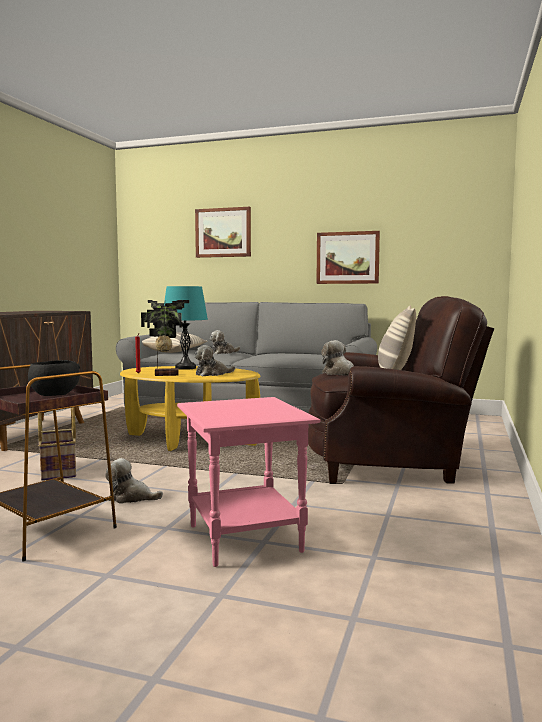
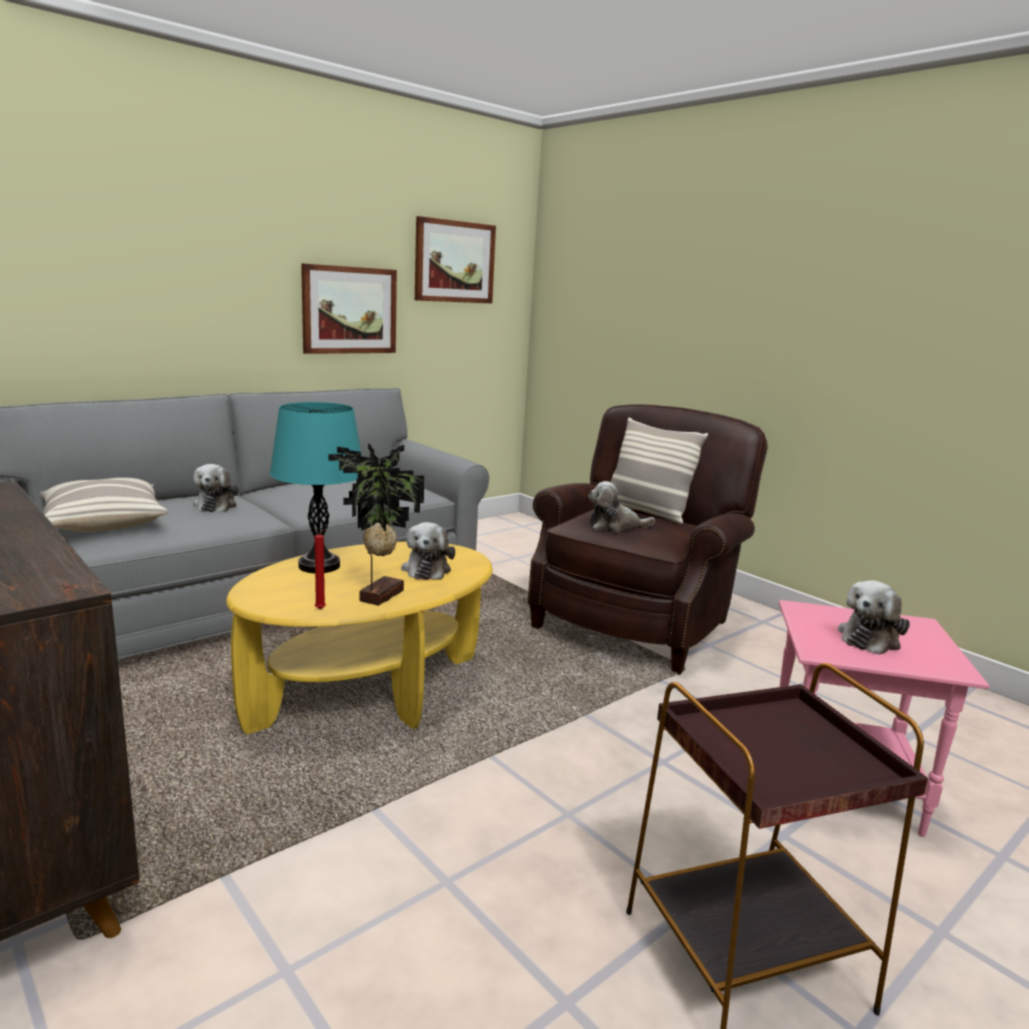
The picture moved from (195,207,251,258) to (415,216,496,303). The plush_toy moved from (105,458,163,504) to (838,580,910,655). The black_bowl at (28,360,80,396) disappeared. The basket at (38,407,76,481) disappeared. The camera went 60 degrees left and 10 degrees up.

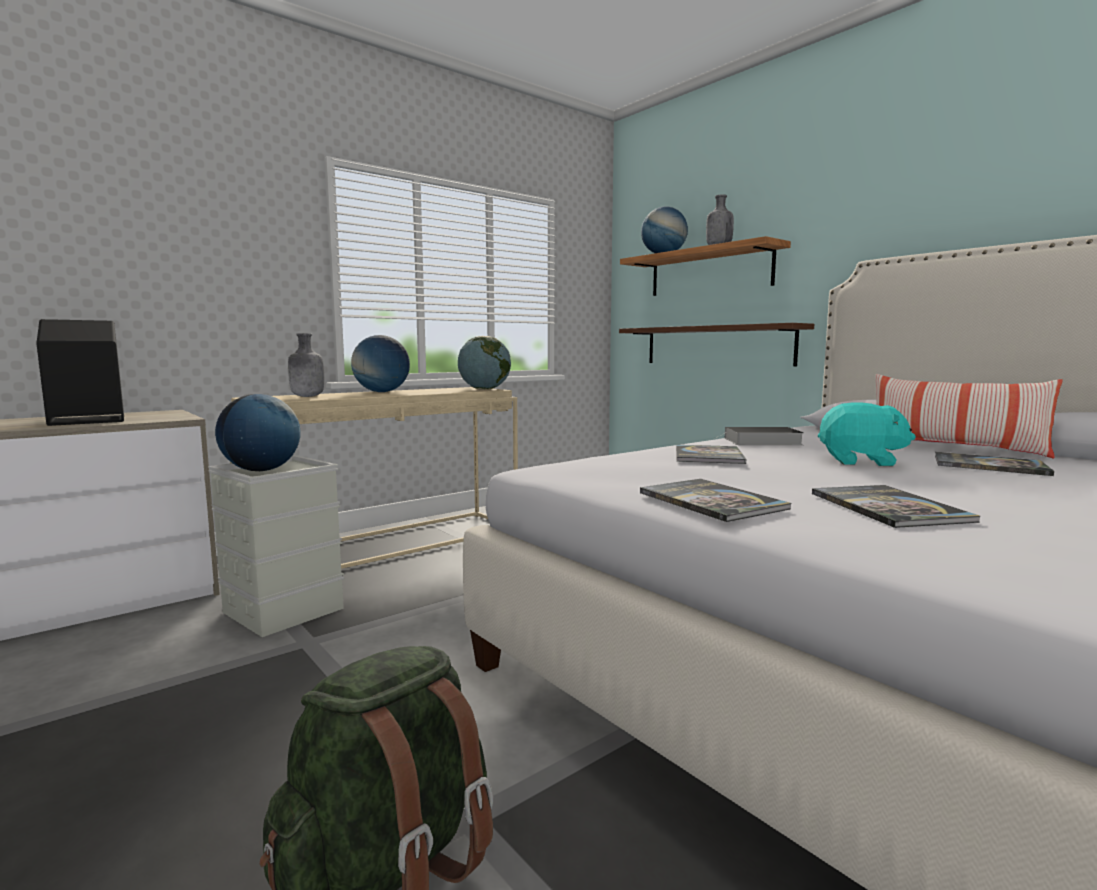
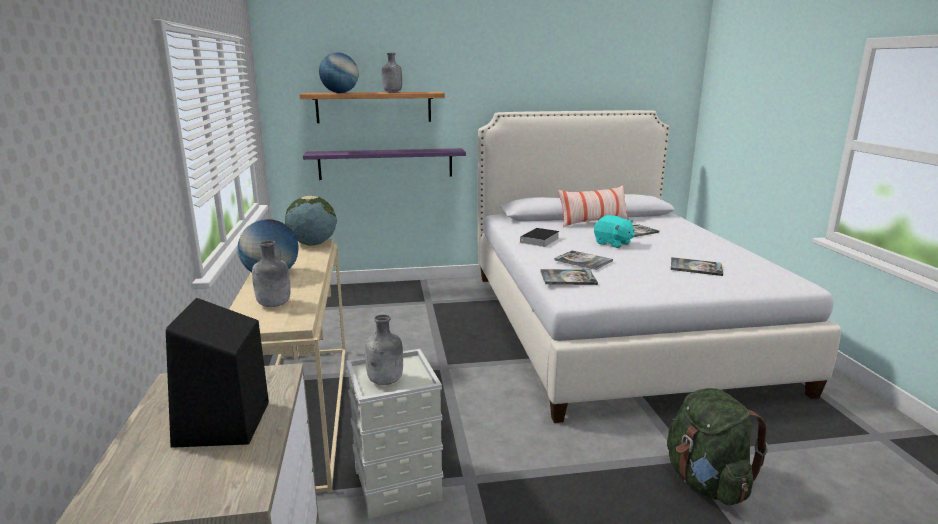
The brown_shelf at (619,323,814,366) became the purple_shelf at (303,148,466,180). The globe at (215,394,301,471) was replaced by the grey_bottle at (365,314,403,385). The book moved from (640,479,791,522) to (540,269,598,285). The turquoise_plush_toy at (818,402,916,467) turned 90 degrees clockwise. The camera went 60 degrees left and 10 degrees up.

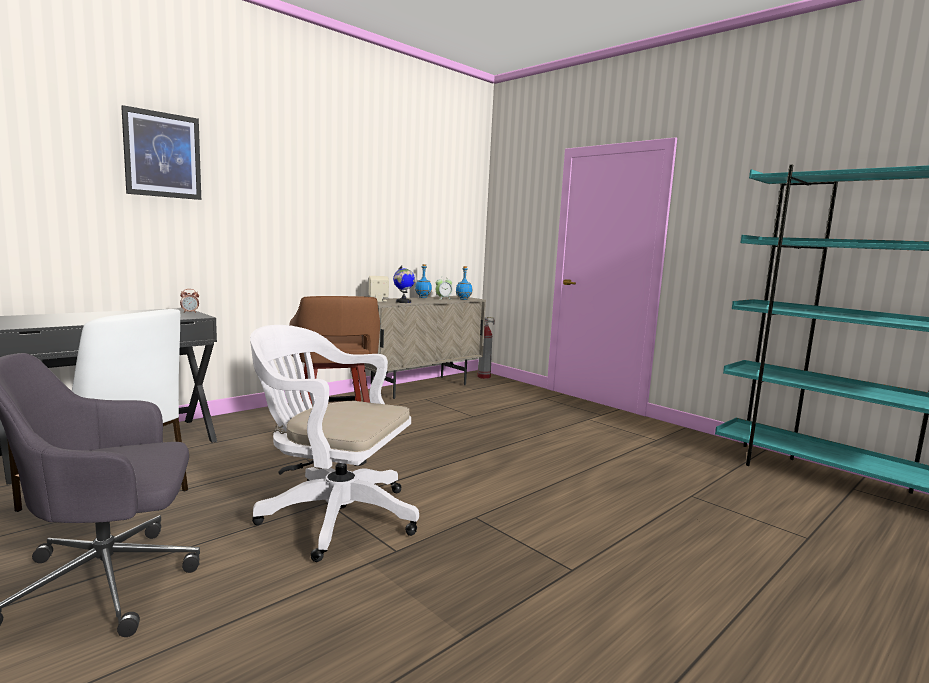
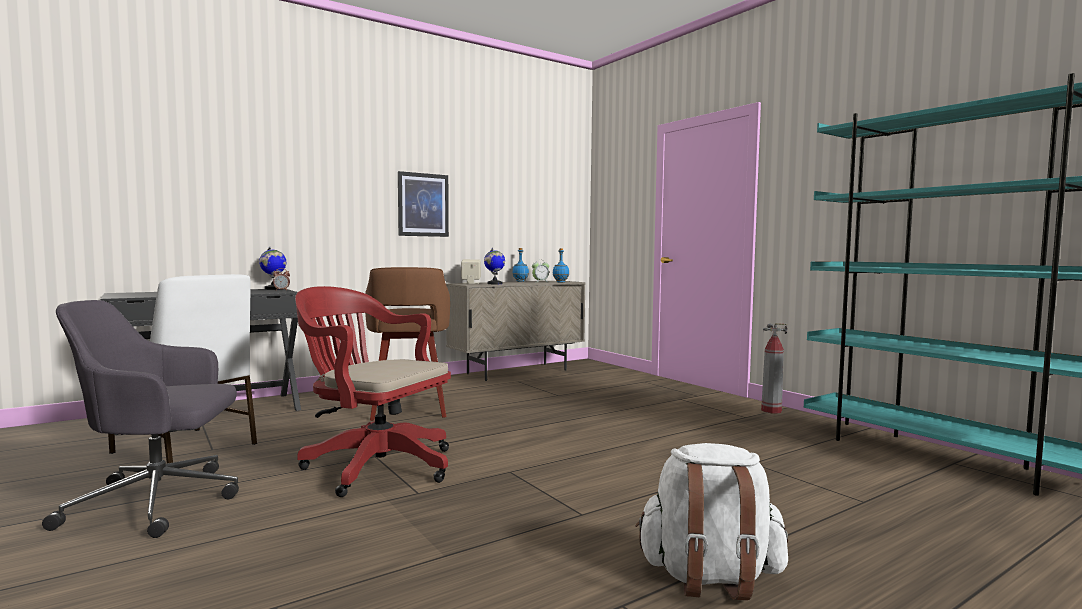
The globe at (259,247,287,290) appeared. The white_office_chair at (250,325,419,562) became the red_office_chair at (295,286,451,497). The picture moved from (121,105,201,200) to (398,171,449,237). The white_backpack at (635,443,788,600) appeared. The fire_extinguisher moved from (477,317,495,379) to (761,323,787,414). The camera went 10 degrees right and 5 degrees down.

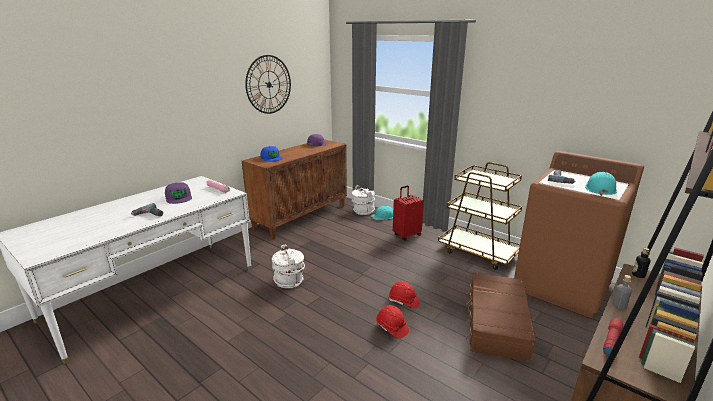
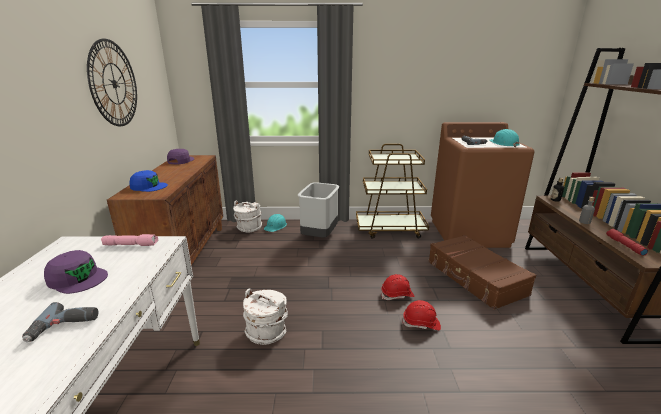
The red_suitcase at (393,185,424,241) was replaced by the grey_trash_can at (298,182,339,238). The camera went 40 degrees left and 0 degrees up.

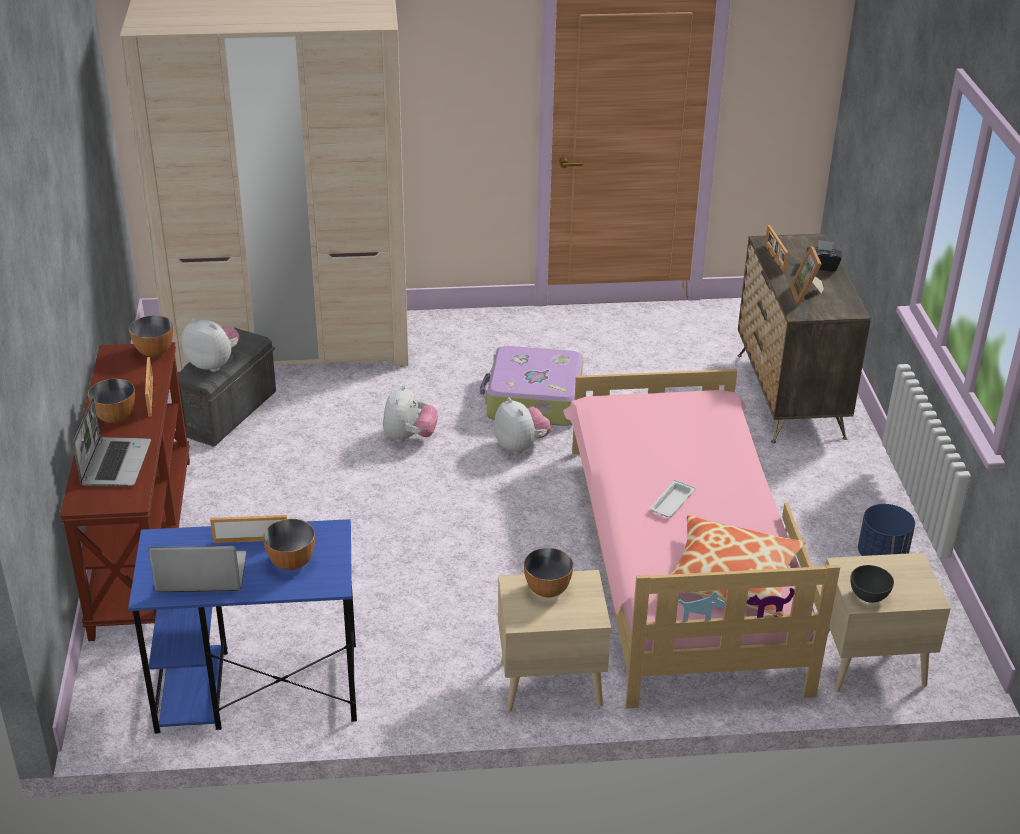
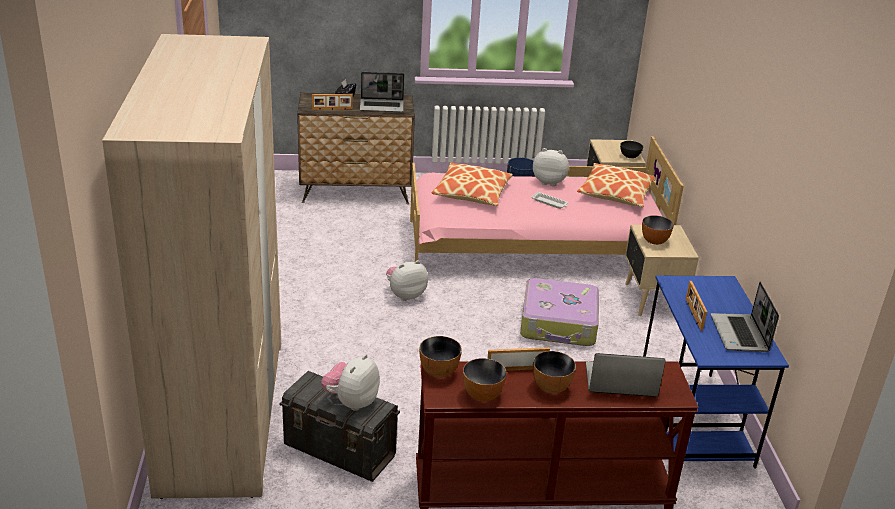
The picture_frame at (790,246,824,304) was replaced by the laptop at (360,72,404,112). The pillow at (432,163,513,206) appeared. The bowl moved from (263,519,315,570) to (463,358,507,402). The suitcase moved from (480,346,583,426) to (520,278,599,346). The plush_toy moved from (383,385,438,443) to (533,148,569,186). The camera went 90 degrees left and 5 degrees down.

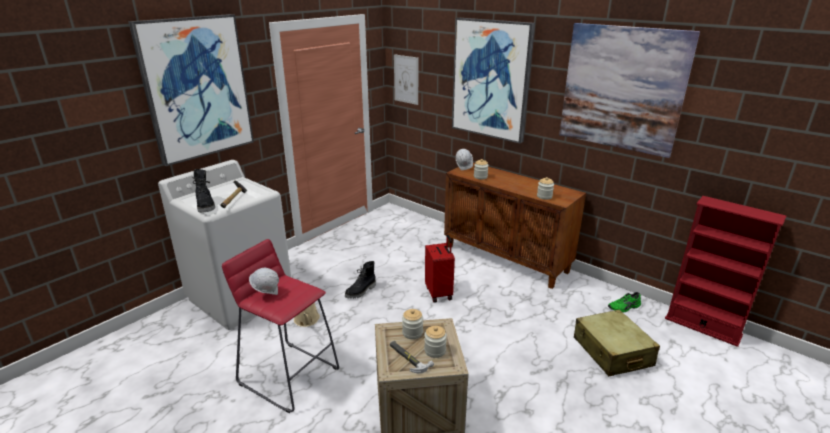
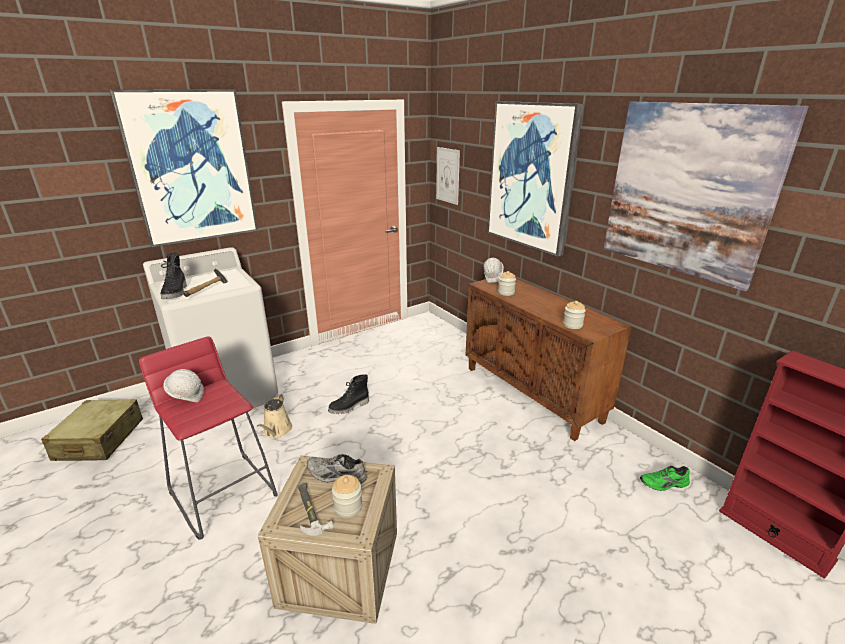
The beige_suitcase moved from (574,309,660,376) to (41,399,143,461). The jar at (402,309,423,339) was replaced by the grey_shoe at (307,454,367,484). The red_suitcase at (425,235,455,303) disappeared. The camera went 15 degrees right and 0 degrees up.

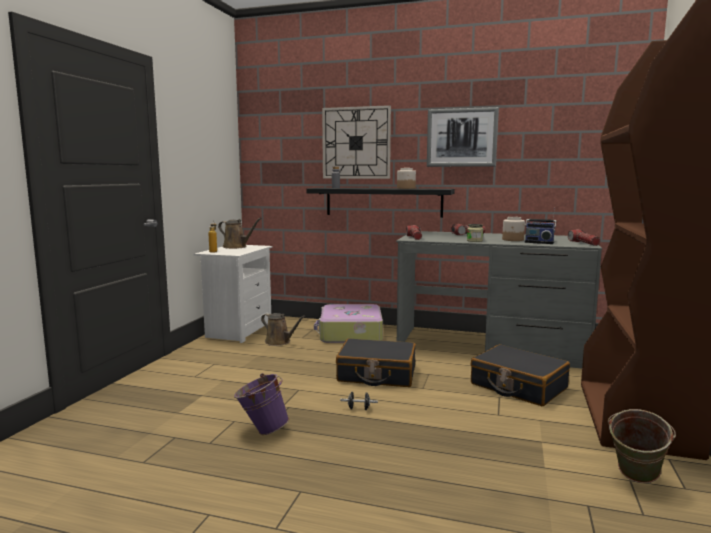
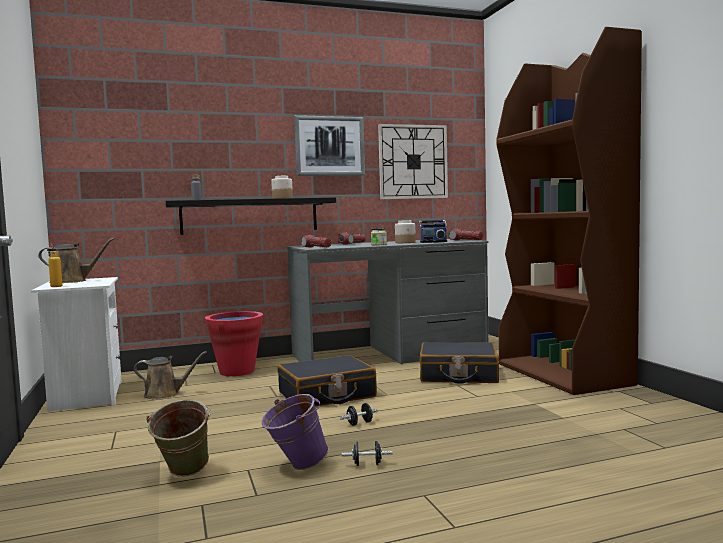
The green_bucket moved from (608,409,676,483) to (146,399,211,477). The suitcase at (314,304,383,343) was replaced by the red_bucket at (205,311,263,376). The black_dumbbell at (342,441,393,466) appeared. The wall_clock moved from (322,105,391,179) to (378,124,448,199). The camera went 35 degrees left and 5 degrees down.

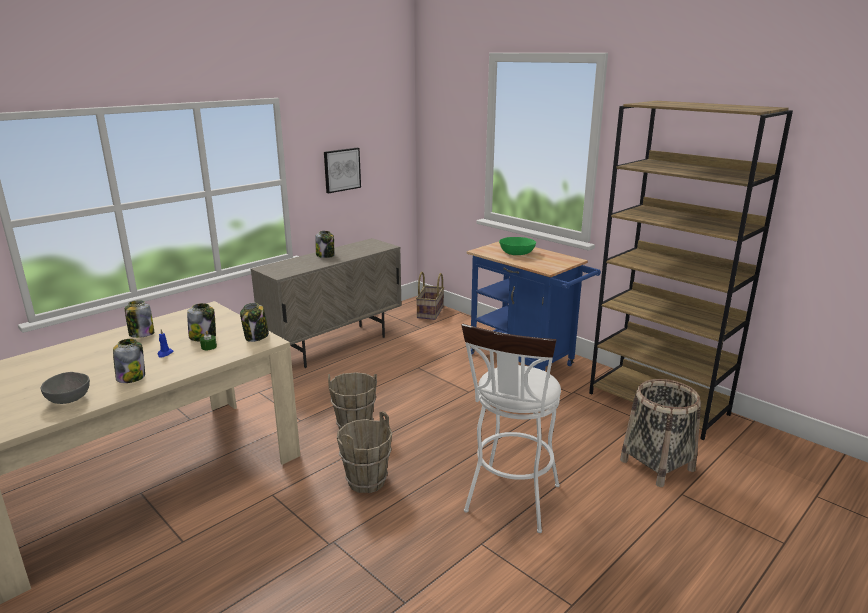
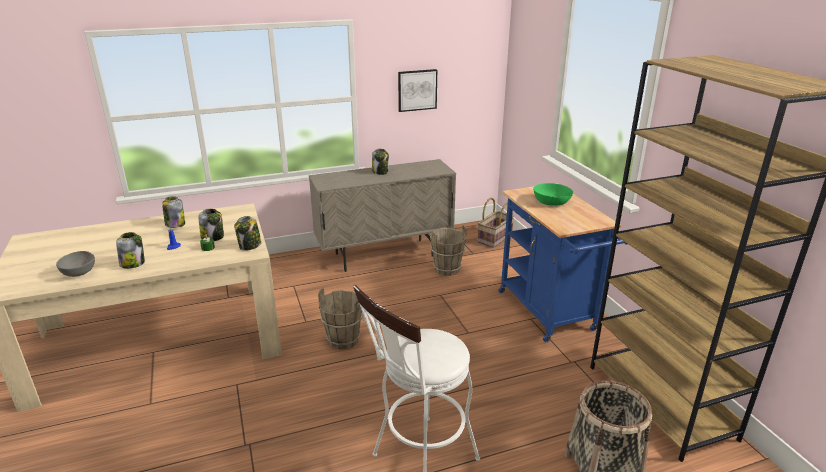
The brown_bucket moved from (337,411,392,493) to (430,225,467,276). The camera went 25 degrees right and 5 degrees up.

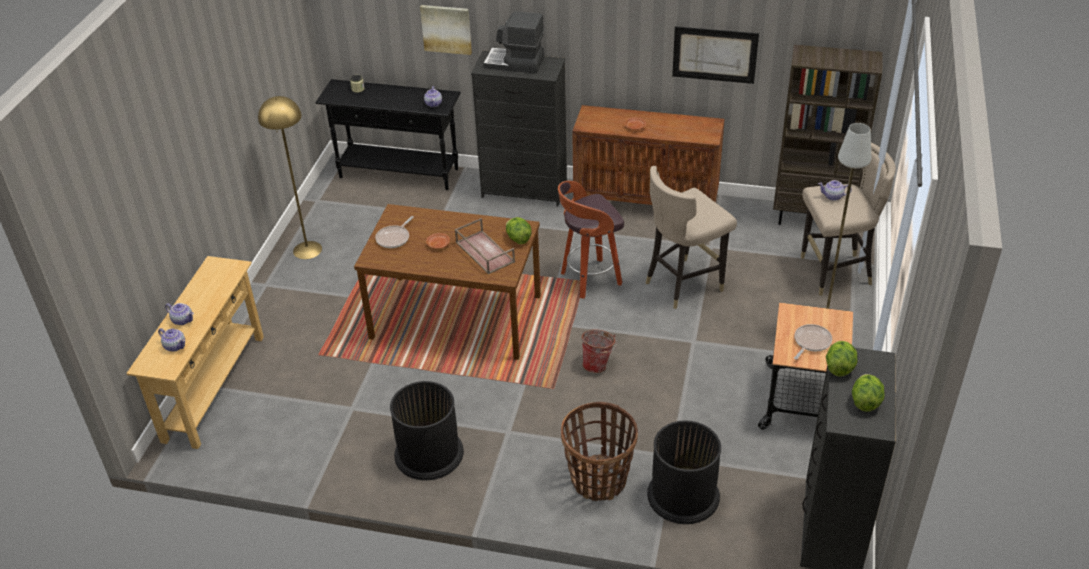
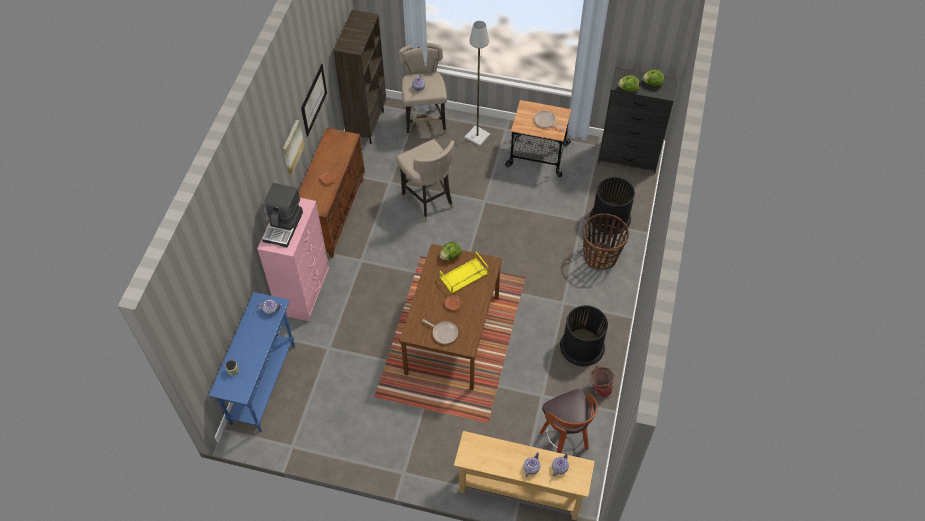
The black_console_table at (315,79,461,190) became the blue_console_table at (209,292,295,432). The black_dresser at (471,51,567,207) became the pink_dresser at (257,198,330,321). The picture moved from (420,5,472,55) to (283,120,305,175). The brown_tray at (455,218,515,275) became the yellow_tray at (440,252,489,294). The stool moved from (558,181,624,299) to (539,389,597,453). The bucket moved from (582,329,617,373) to (590,366,616,397). The yellow_floor_lamp at (258,96,322,259) disappeared. The camera went 90 degrees left and 15 degrees up.

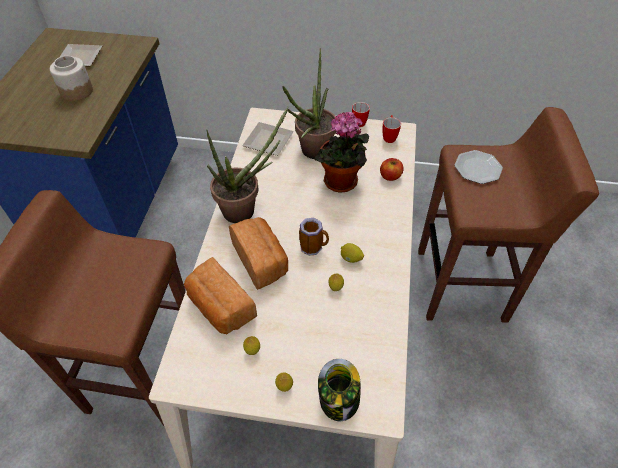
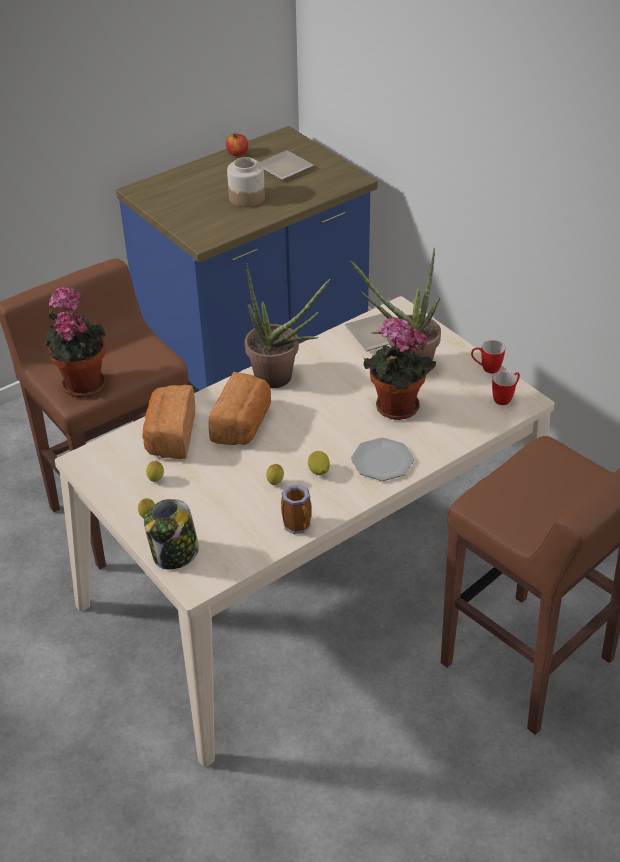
The potted_plant at (43,286,106,398) appeared. The apple moved from (380,158,403,181) to (226,134,248,156). The mug moved from (299,218,329,256) to (281,484,312,534). The plate moved from (454,150,503,184) to (351,438,414,481). The camera went 45 degrees right and 10 degrees down.

